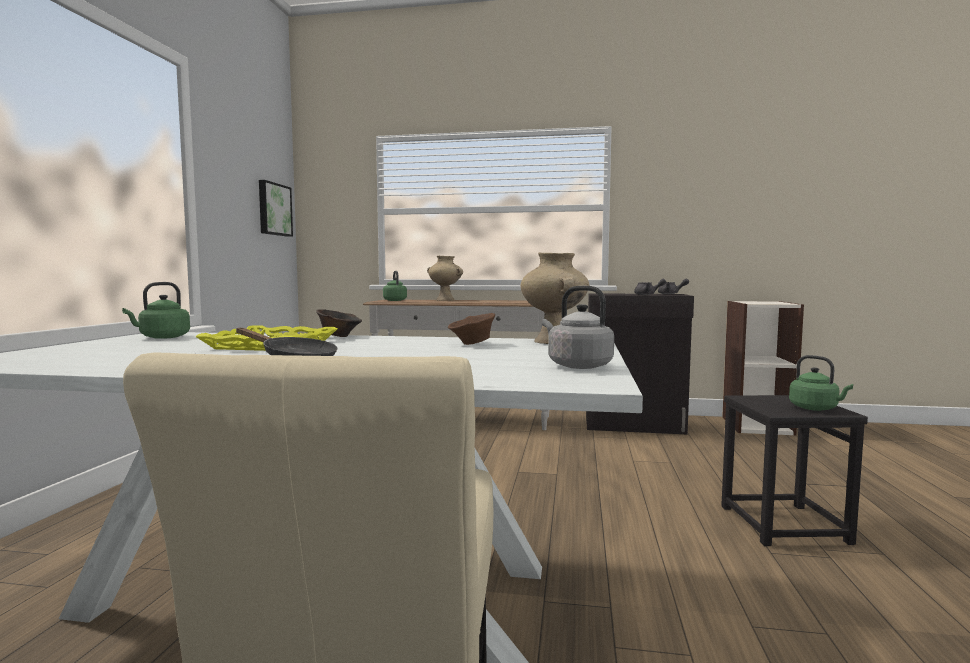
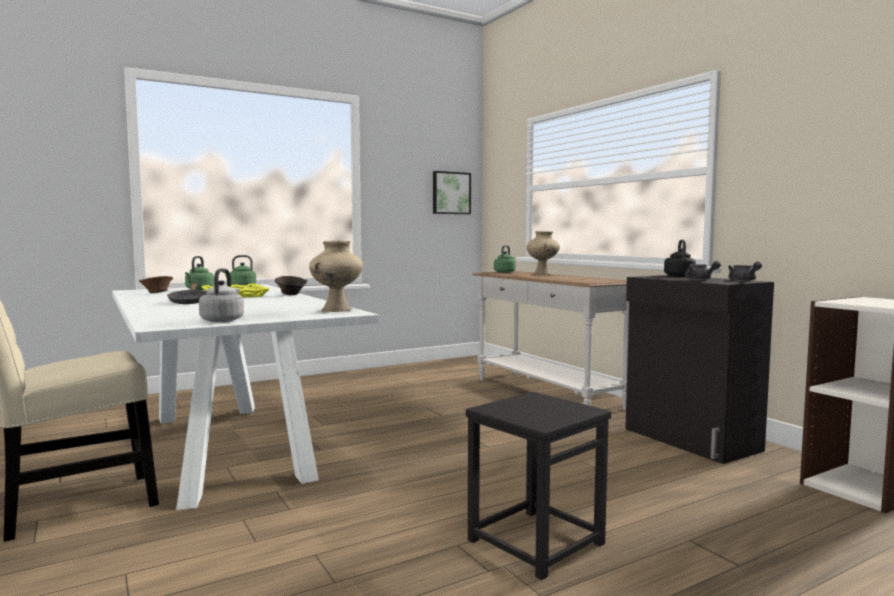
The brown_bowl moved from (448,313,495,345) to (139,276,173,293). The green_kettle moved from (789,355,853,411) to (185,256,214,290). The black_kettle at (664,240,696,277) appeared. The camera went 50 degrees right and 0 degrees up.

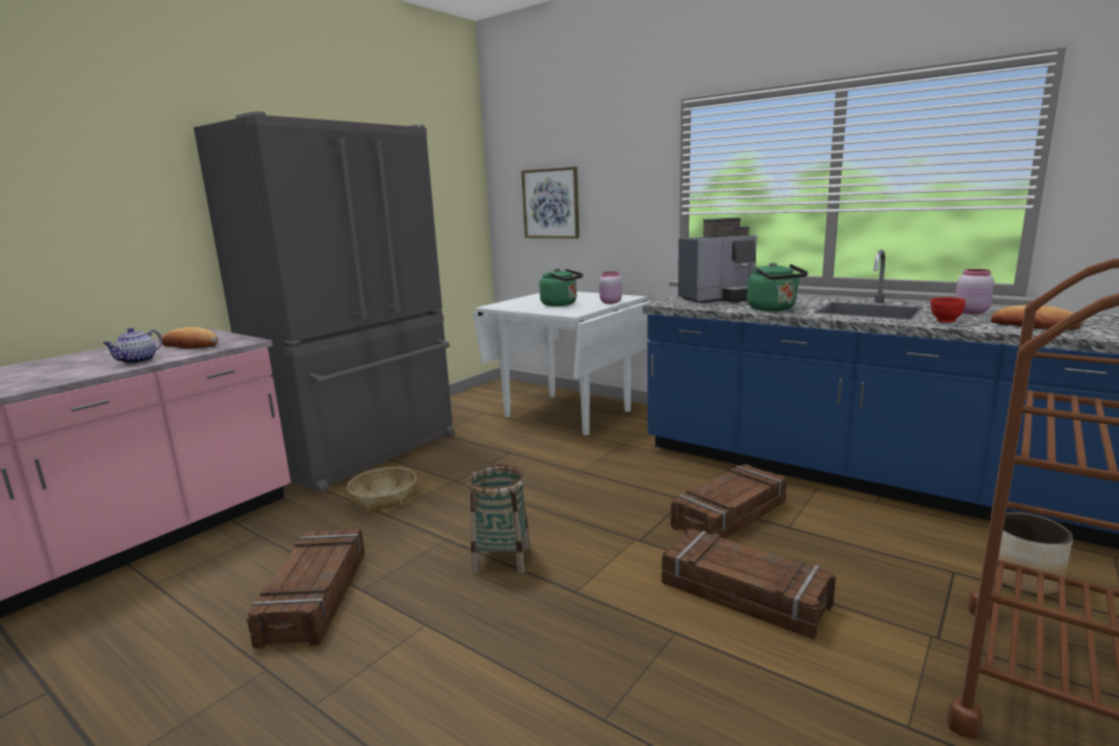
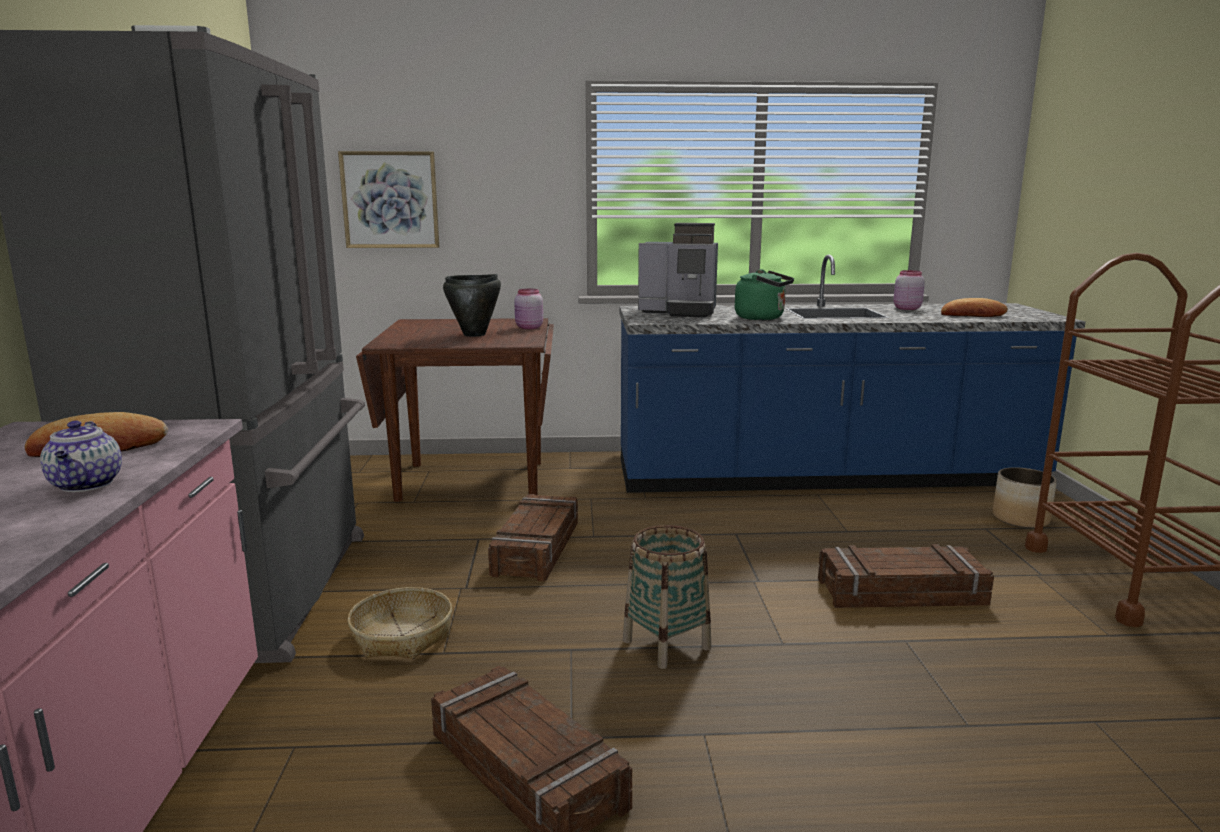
The white_dining_table at (473,292,651,435) became the brown_dining_table at (356,318,554,502). The green_kettle at (539,268,583,306) was replaced by the black_cooking_pot at (443,274,501,337). The crate moved from (671,464,787,539) to (488,494,578,581). The coffee_machine at (678,218,757,303) turned 75 degrees clockwise. The red_bowl at (931,297,966,323) disappeared. The camera went 40 degrees left and 0 degrees up.

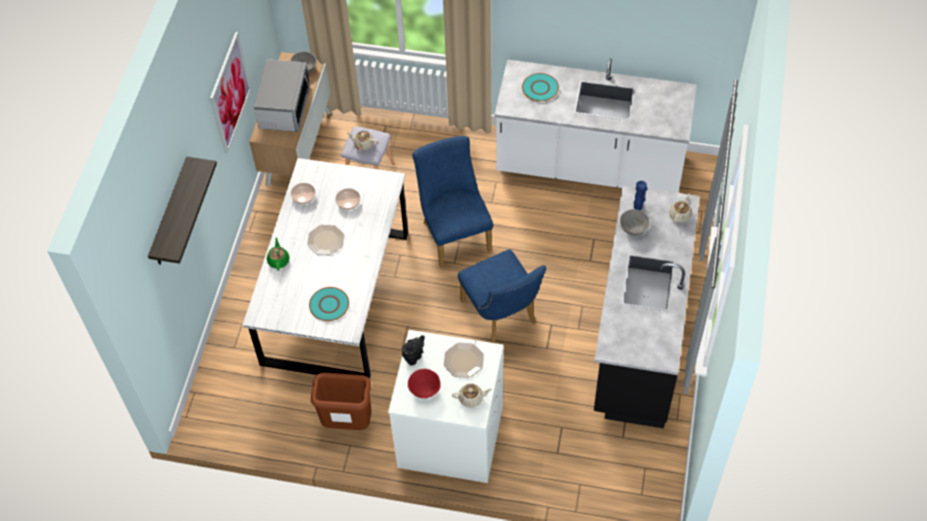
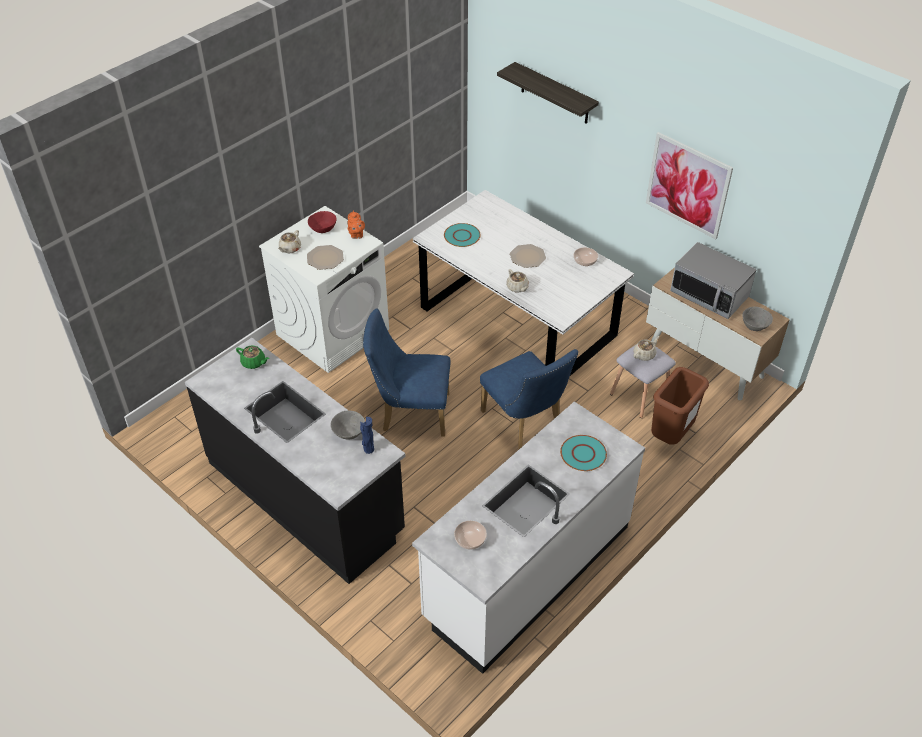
The green_teapot moved from (267,237,290,271) to (236,345,269,369). The black_teapot at (402,335,425,366) became the orange_teapot at (348,211,365,239). The bowl moved from (335,188,360,210) to (454,521,487,550). The blue_chair at (412,136,493,268) turned 45 degrees clockwise. The beige_teapot moved from (669,193,692,223) to (506,269,529,293). The brown_trash_can moved from (311,372,371,430) to (651,367,709,445). The camera went 120 degrees right and 10 degrees down.

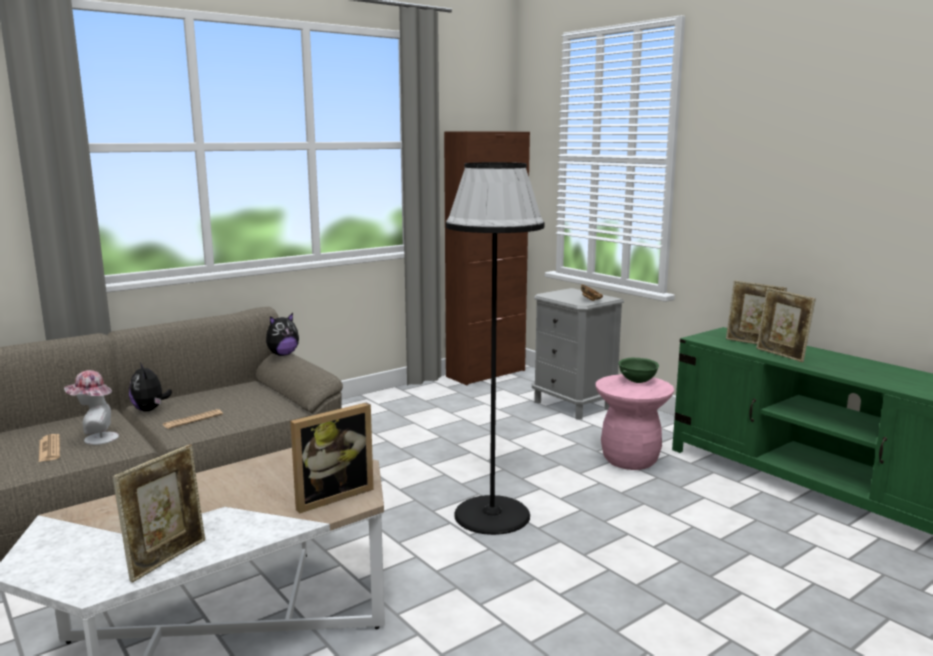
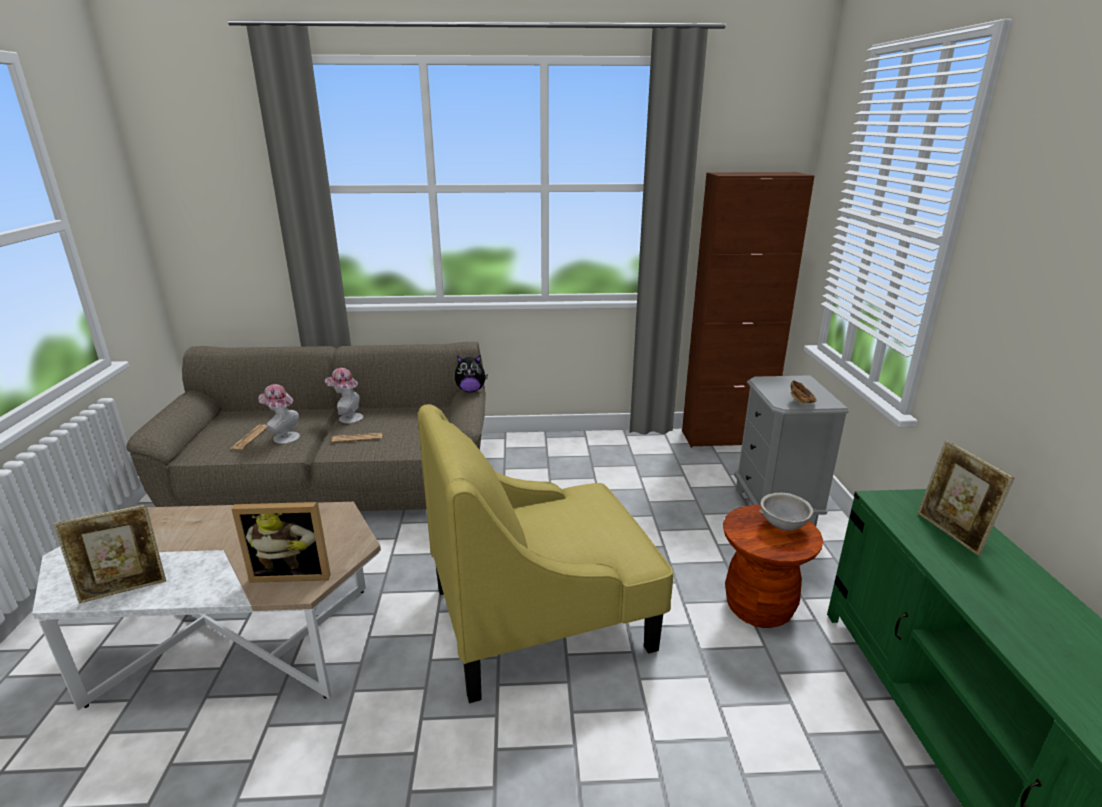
The plush_toy at (129,363,172,412) was replaced by the hat at (325,368,363,423). The black_floor_lamp at (446,162,545,535) was replaced by the yellow_armchair at (418,404,673,703). The pink_stool at (595,374,674,470) became the brown_stool at (723,505,823,628). The green_bowl at (618,358,659,383) became the grey_bowl at (759,493,814,531). The picture_frame at (756,288,816,362) disappeared. The camera went 35 degrees right and 10 degrees up.

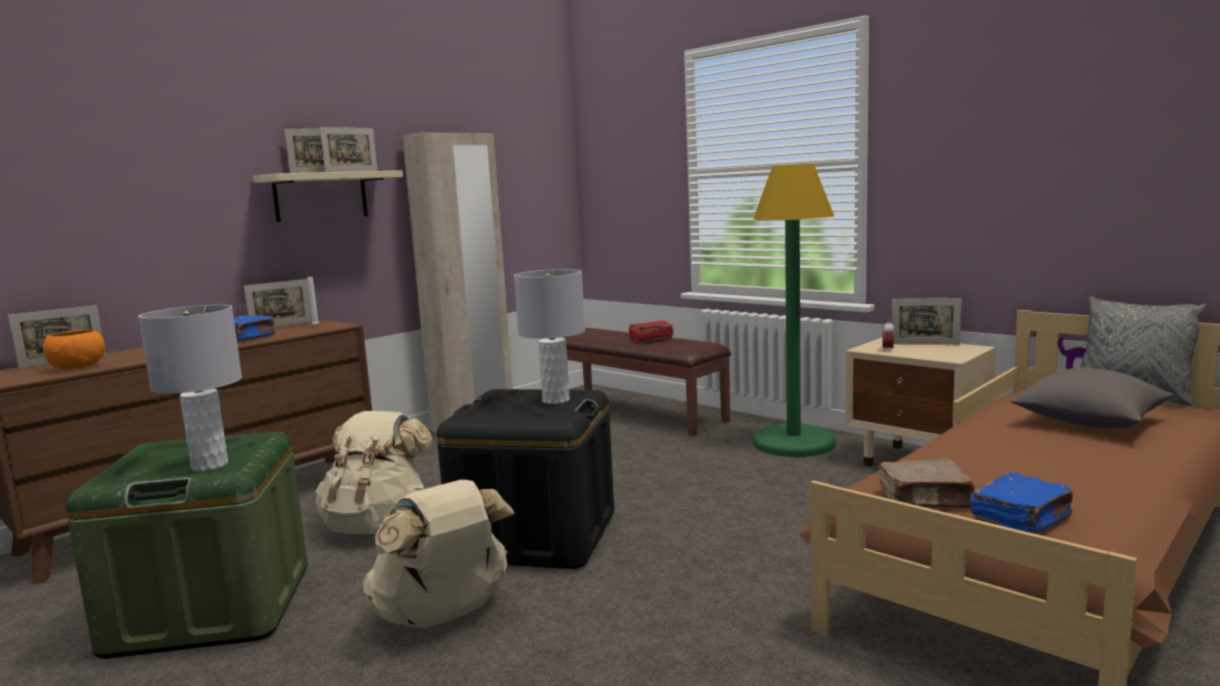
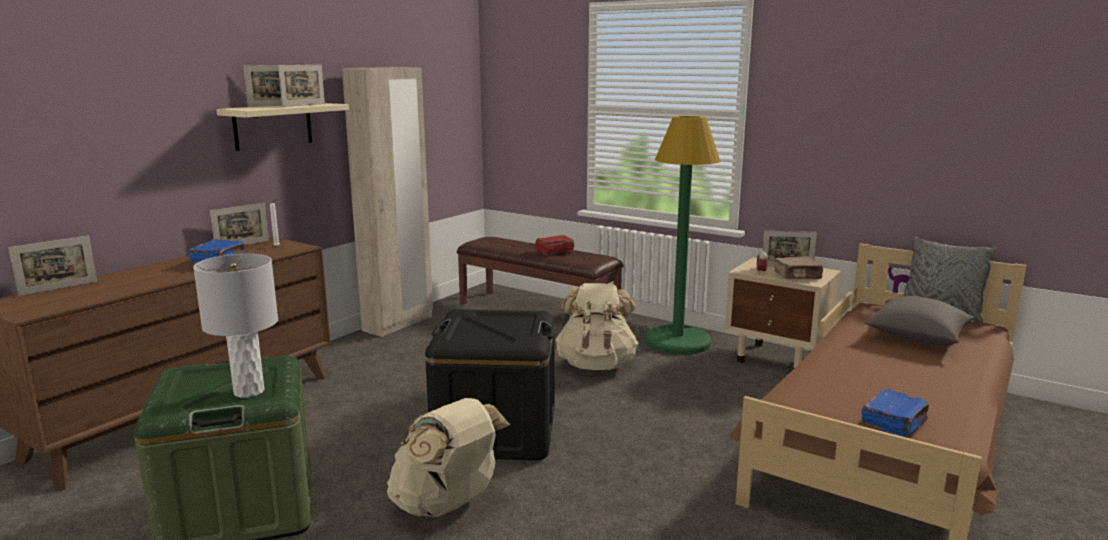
The beige_backpack moved from (316,411,432,534) to (555,283,638,370). The brown_book moved from (878,459,974,508) to (774,256,824,279). The orange_bowl at (43,329,105,369) disappeared. The grey_table_lamp at (514,269,585,404) disappeared. The camera went 10 degrees left and 5 degrees up.

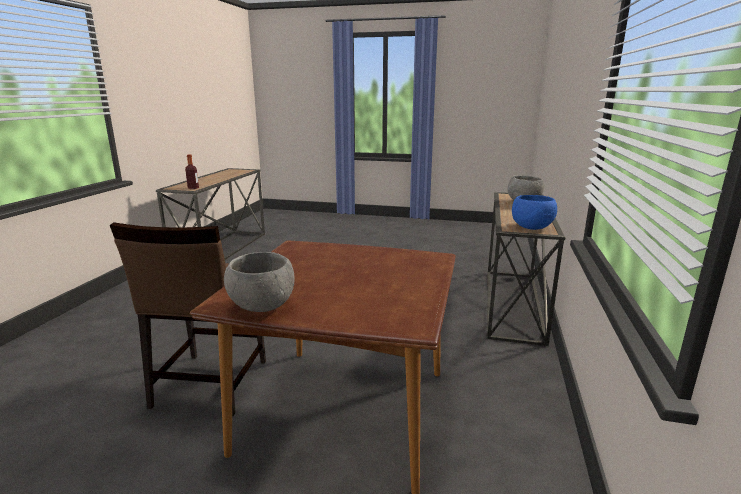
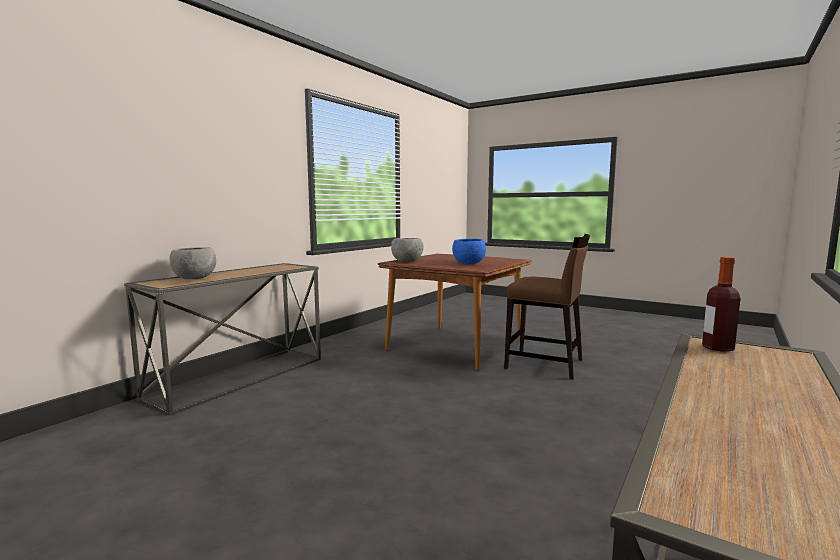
The grey_bowl moved from (224,252,295,312) to (391,238,424,262). The blue_bowl moved from (512,195,557,230) to (452,239,486,265). The brown_chair at (110,222,266,416) turned 90 degrees clockwise. The camera went 160 degrees left and 10 degrees down.

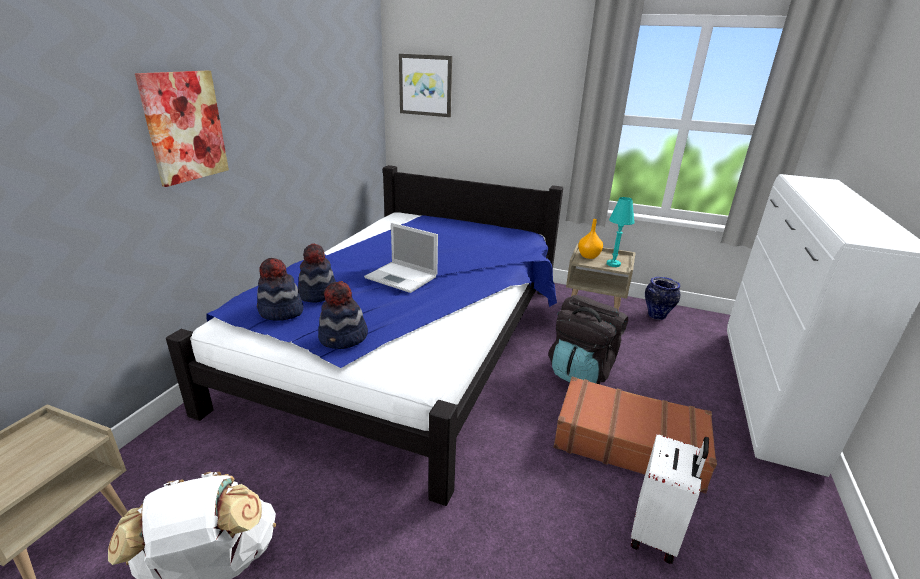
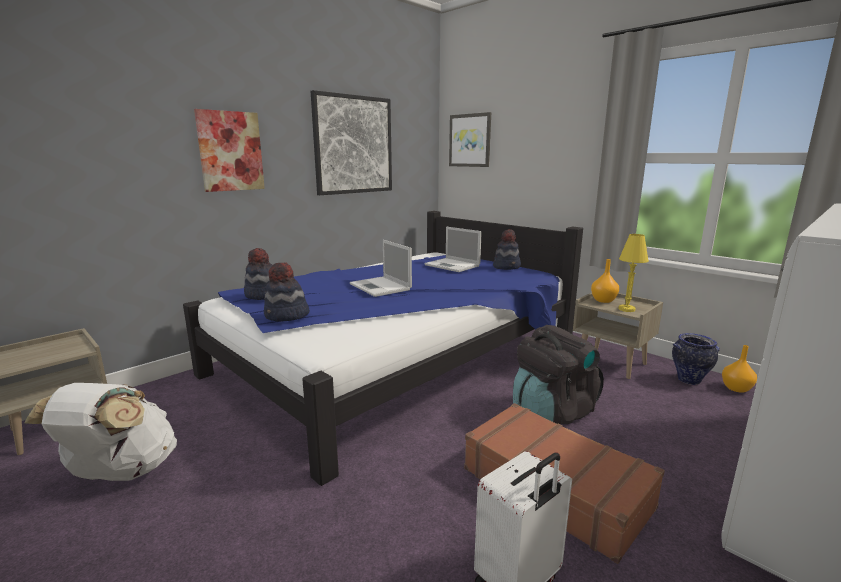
The picture at (311,90,392,195) appeared. The laptop at (424,227,482,272) appeared. The hat moved from (298,243,336,303) to (493,229,521,270). The turquoise_table_lamp at (607,197,635,267) became the yellow_table_lamp at (618,234,649,312). The orange_vase at (722,345,757,393) appeared. The camera went 25 degrees right and 10 degrees down.

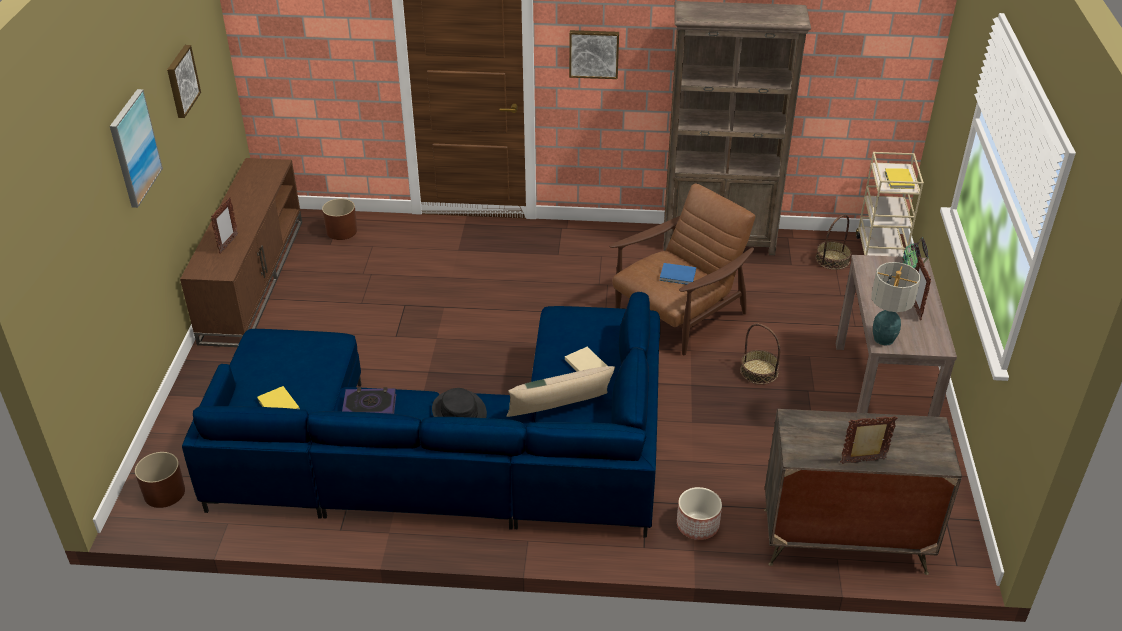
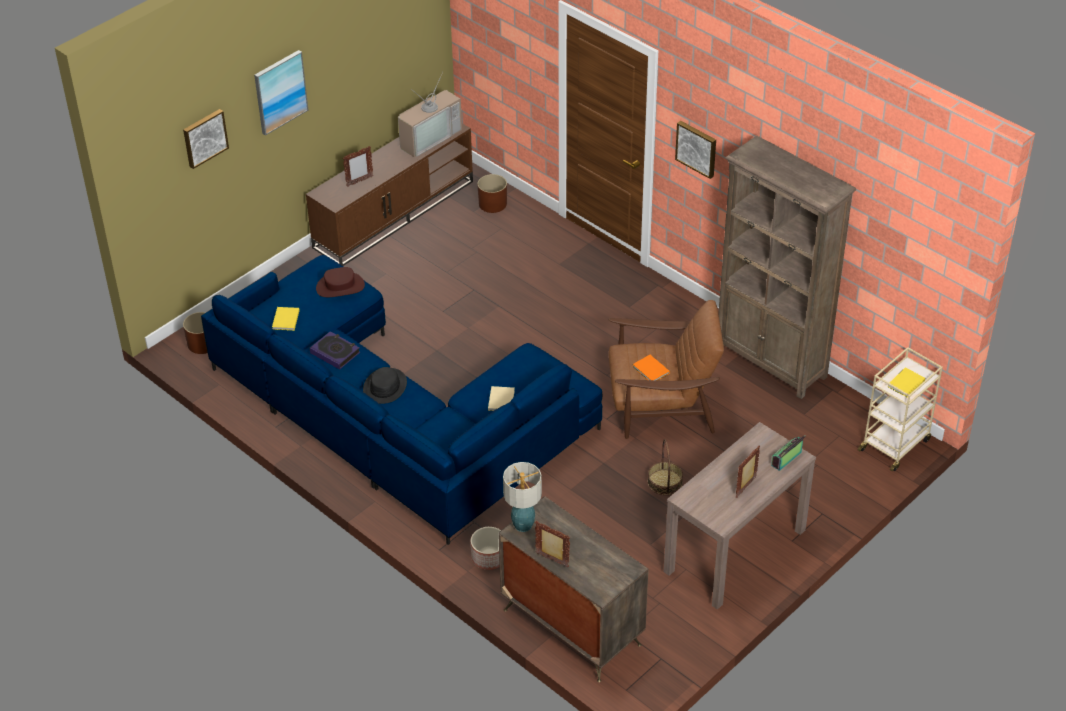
The picture moved from (167,45,201,118) to (183,109,229,169). The brown_hat at (316,267,365,297) appeared. The television at (398,72,462,158) appeared. The table_lamp moved from (871,262,920,346) to (503,462,542,532). The blue_book at (659,263,696,284) became the orange_book at (633,355,670,381). The beige_pillow at (506,366,615,417) disappeared. The basket at (816,215,851,270) disappeared. The camera went 40 degrees right and 5 degrees up.

